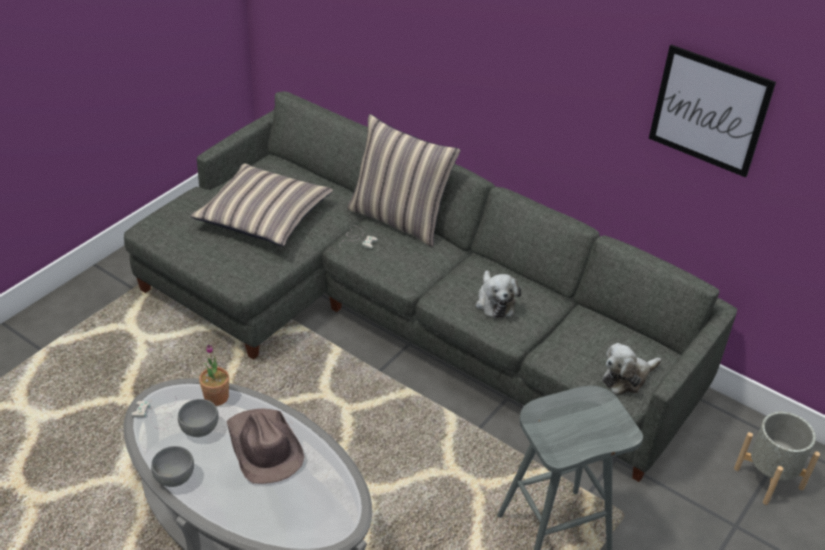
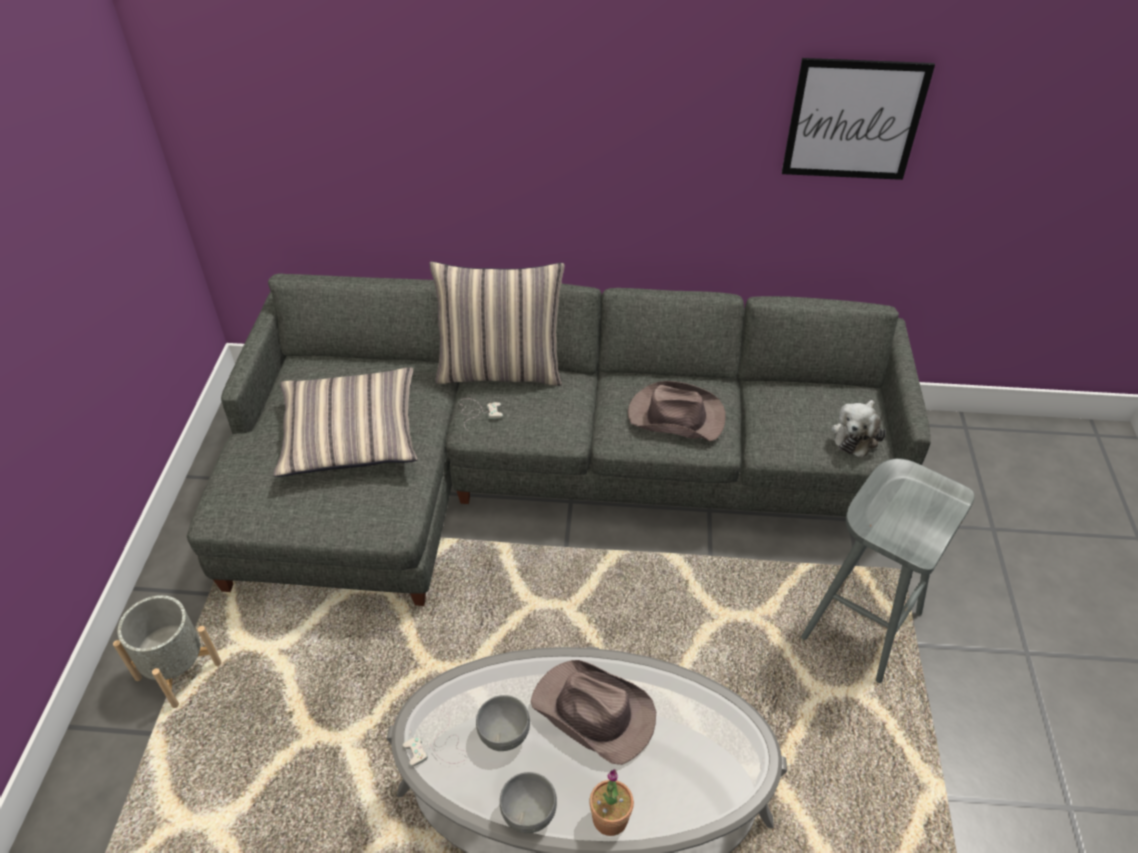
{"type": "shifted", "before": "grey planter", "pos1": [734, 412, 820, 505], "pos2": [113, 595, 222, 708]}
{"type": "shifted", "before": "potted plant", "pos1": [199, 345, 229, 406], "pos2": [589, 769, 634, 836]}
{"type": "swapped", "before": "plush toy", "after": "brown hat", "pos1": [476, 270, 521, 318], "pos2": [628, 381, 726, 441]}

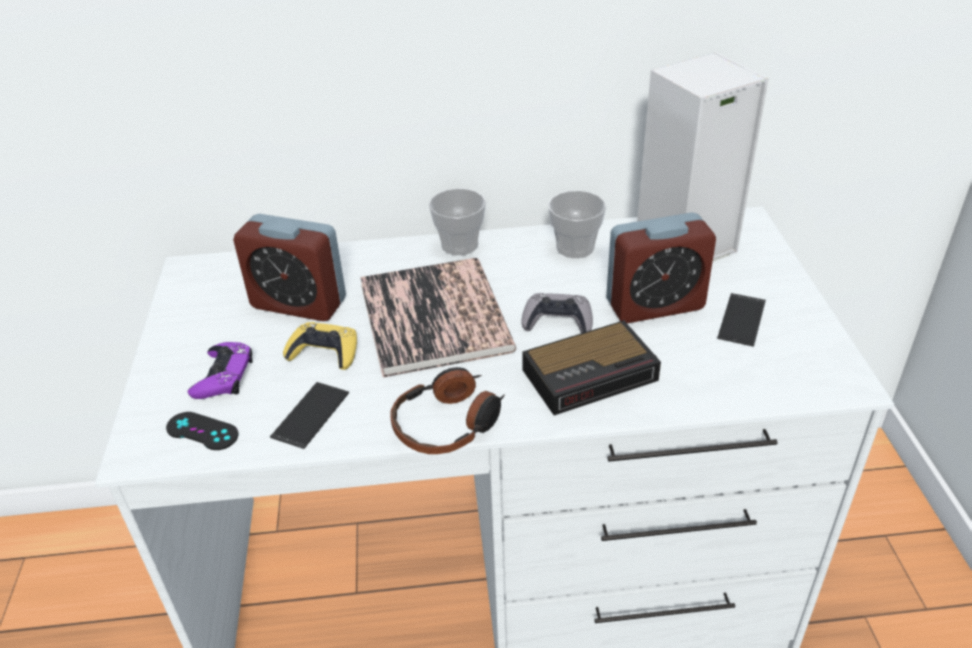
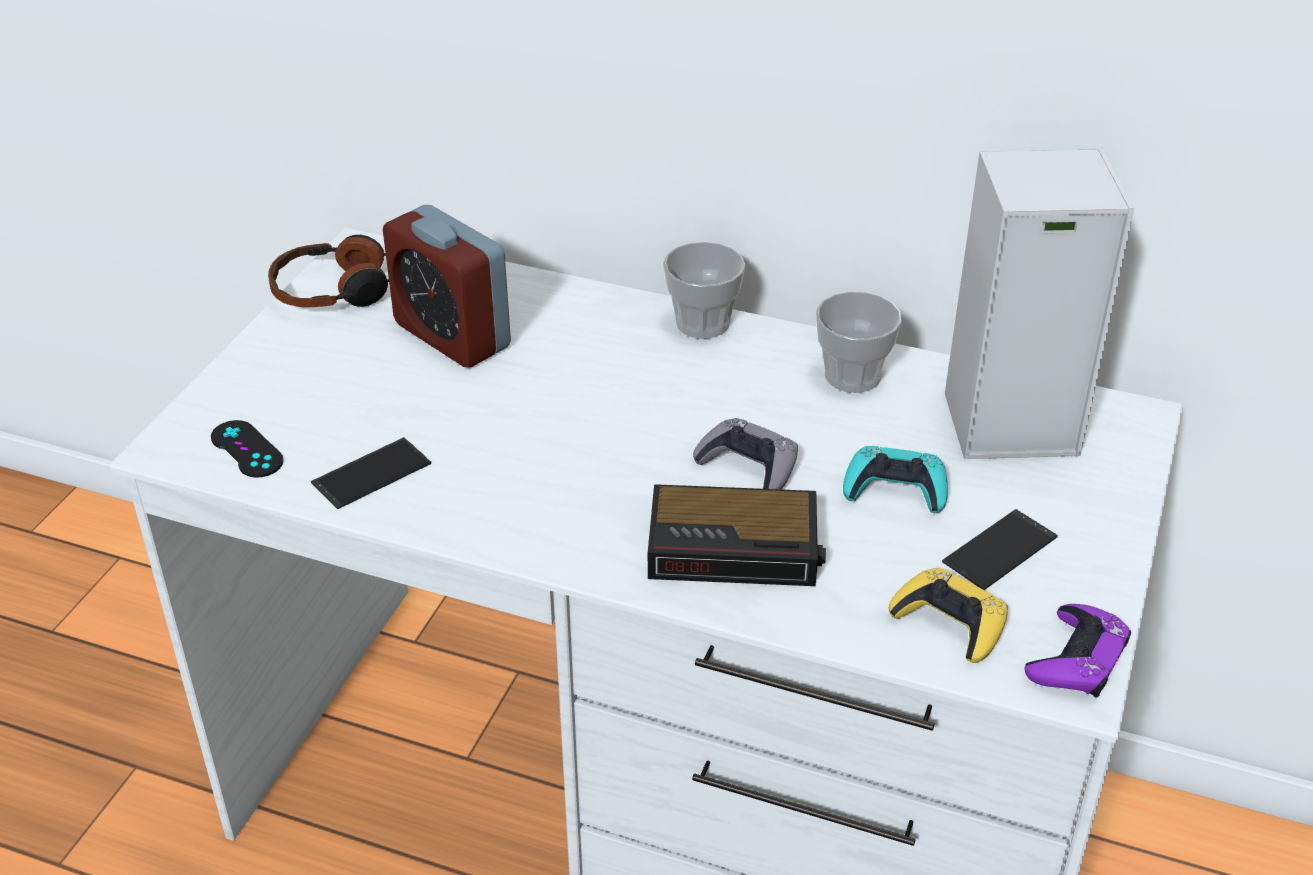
{"type": "shifted", "before": "headphones", "pos1": [391, 367, 505, 454], "pos2": [268, 235, 389, 307]}
{"type": "swapped", "before": "alarm clock", "after": "turquoise game controller", "pos1": [606, 212, 716, 323], "pos2": [843, 446, 948, 513]}
{"type": "shifted", "before": "yellow game controller", "pos1": [283, 322, 357, 370], "pos2": [889, 568, 1008, 663]}
{"type": "shifted", "before": "purple game controller", "pos1": [187, 342, 253, 399], "pos2": [1024, 604, 1131, 698]}
{"type": "gone", "before": "book", "pos1": [360, 258, 516, 377]}

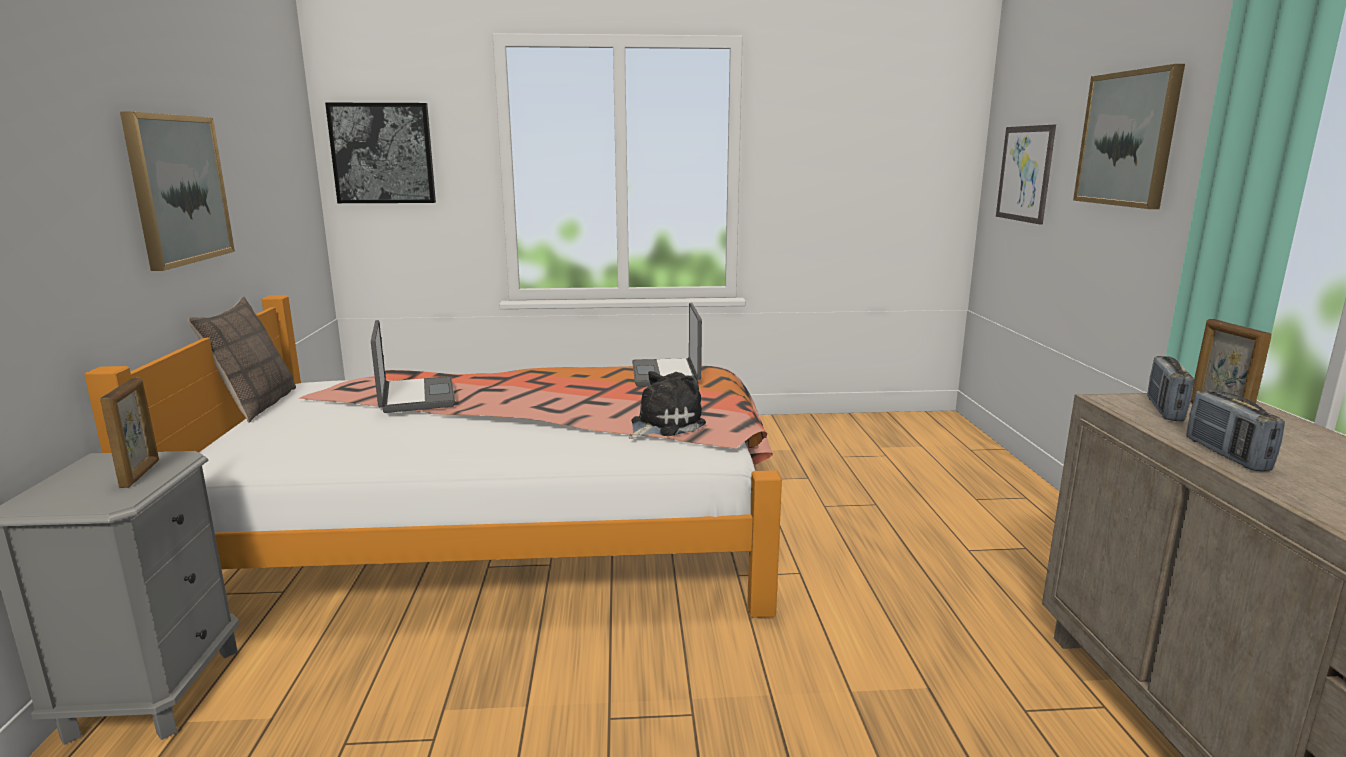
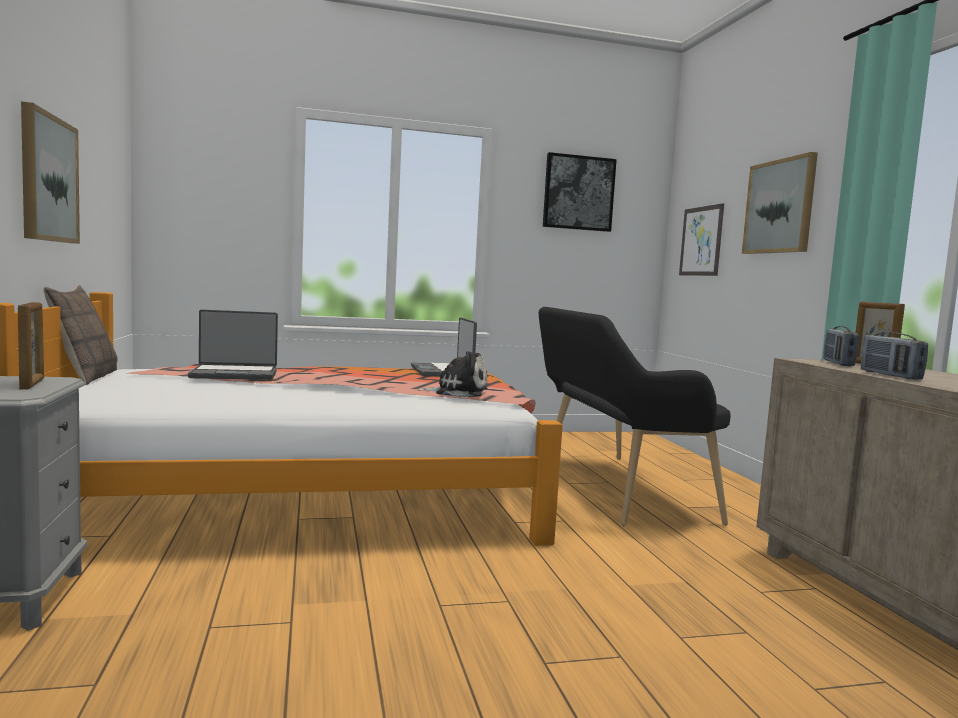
{"type": "rotated", "before": "laptop", "pos1": [371, 320, 455, 413], "pos2": [188, 310, 278, 380], "turn": 105}
{"type": "rotated", "before": "plush toy", "pos1": [629, 371, 706, 439], "pos2": [418, 351, 488, 398], "turn": 60}
{"type": "new", "after": "black bench", "pos2": [539, 307, 731, 526]}
{"type": "shifted", "before": "picture", "pos1": [325, 103, 436, 203], "pos2": [543, 152, 617, 232]}

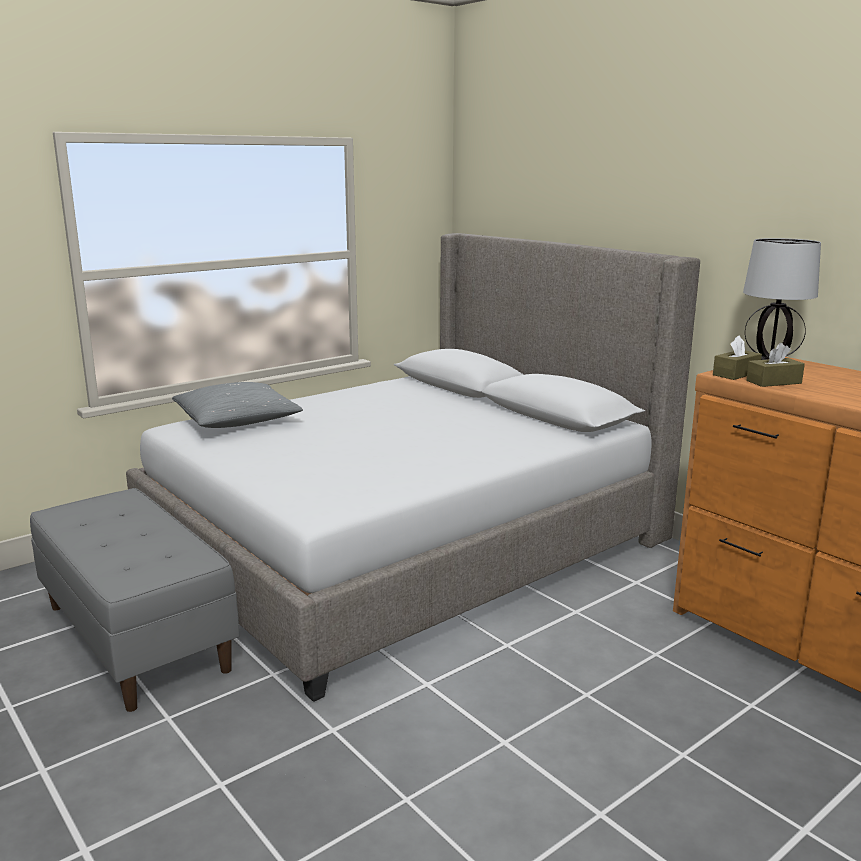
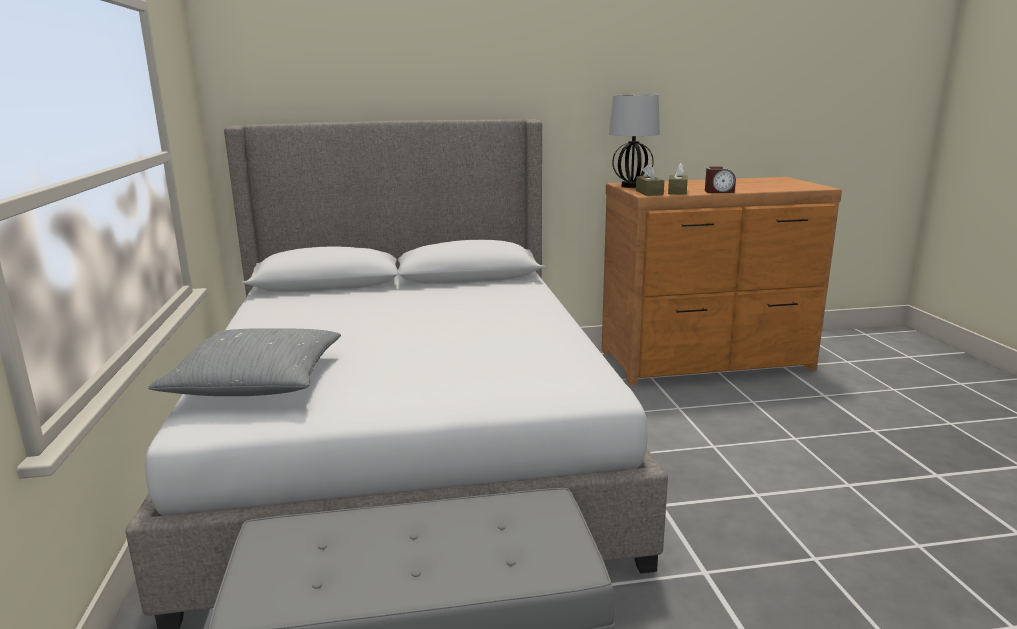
{"type": "new", "after": "alarm clock", "pos2": [705, 166, 736, 193]}

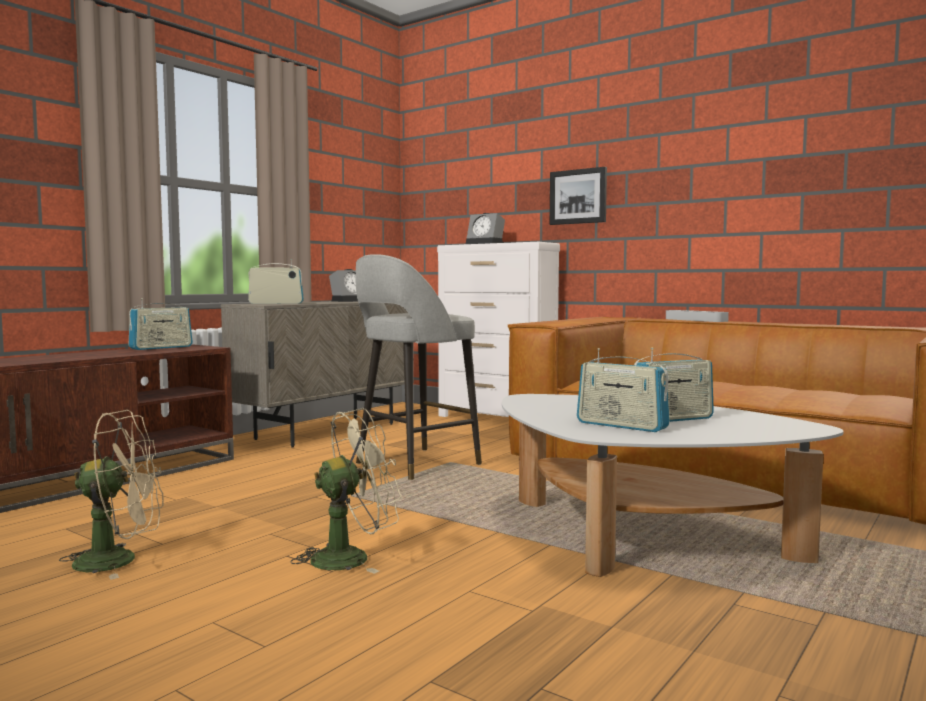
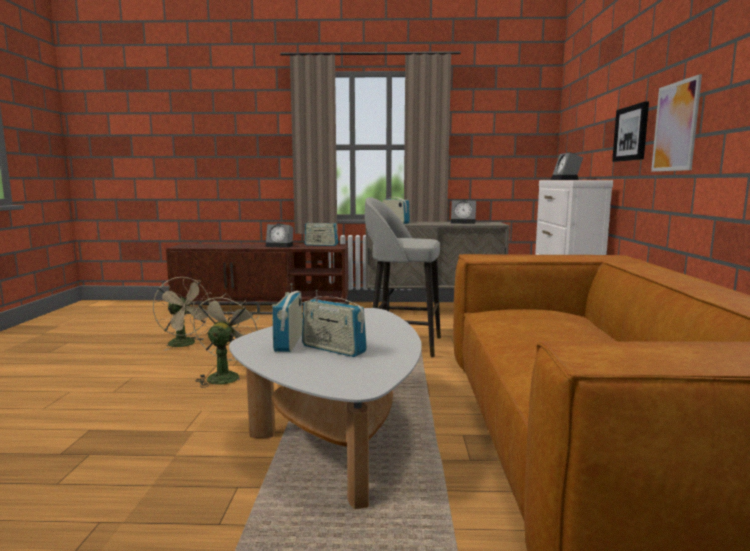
{"type": "rotated", "before": "beige fan", "pos1": [290, 408, 402, 574], "pos2": [193, 293, 259, 388], "turn": -105}
{"type": "new", "after": "alarm clock", "pos2": [266, 223, 293, 248]}
{"type": "new", "after": "picture", "pos2": [651, 74, 702, 172]}
{"type": "gone", "before": "grey tray", "pos1": [666, 310, 729, 322]}

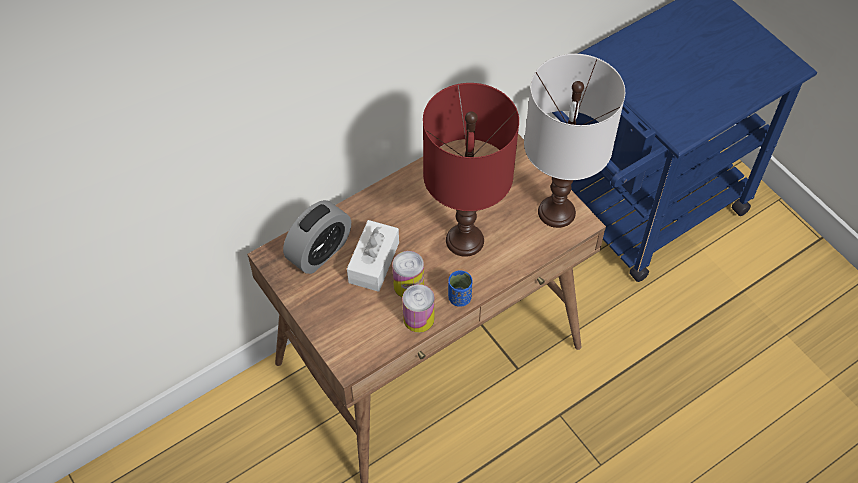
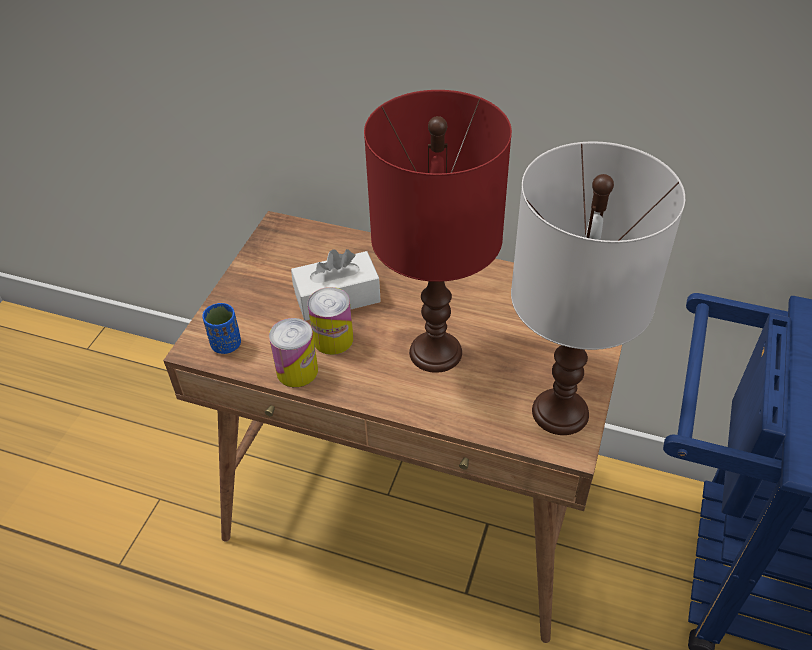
{"type": "shifted", "before": "blue cup", "pos1": [448, 271, 473, 307], "pos2": [202, 303, 241, 354]}
{"type": "gone", "before": "alarm clock", "pos1": [283, 200, 351, 274]}

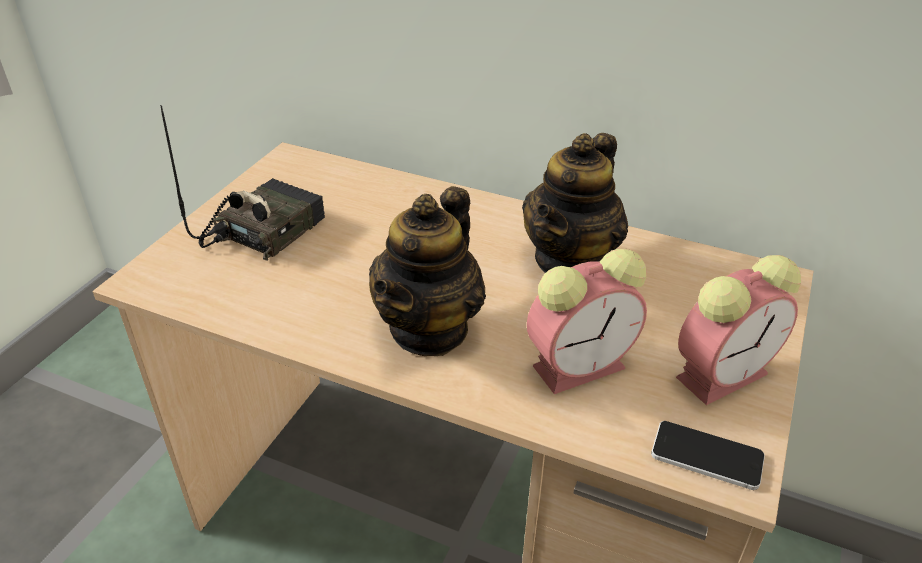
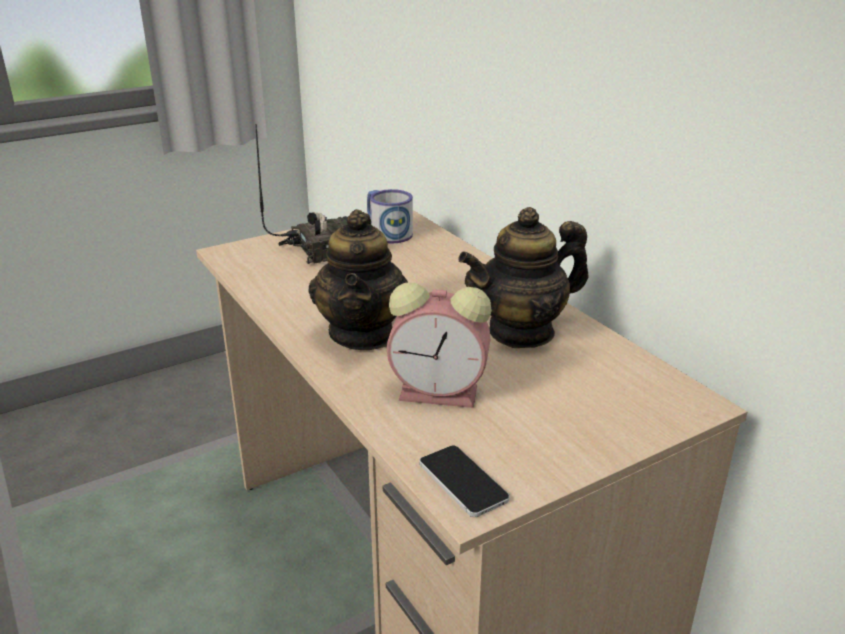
{"type": "rotated", "before": "teapot", "pos1": [369, 186, 486, 356], "pos2": [309, 209, 409, 350], "turn": -60}
{"type": "new", "after": "mug", "pos2": [367, 189, 413, 244]}
{"type": "gone", "before": "alarm clock", "pos1": [676, 255, 801, 405]}

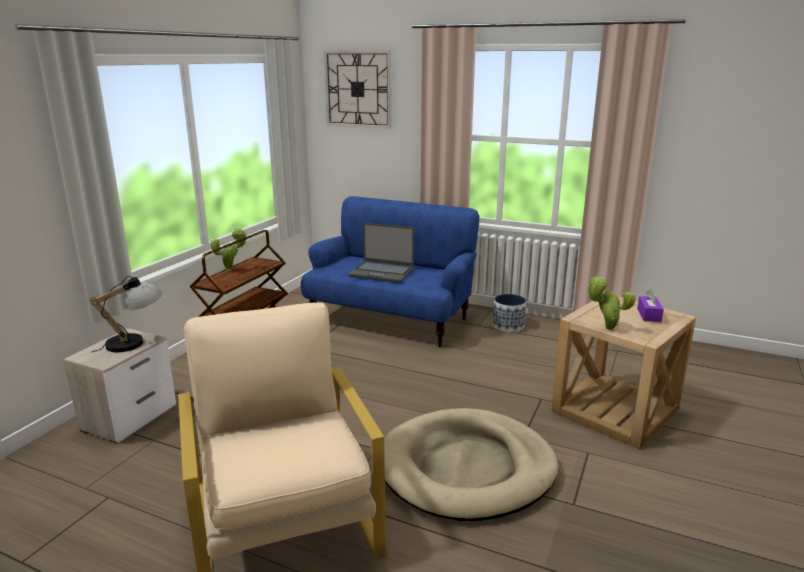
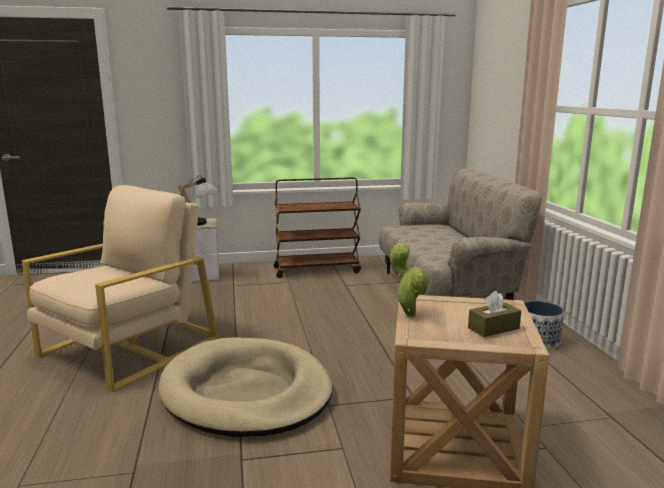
{"type": "repainted", "before": "blue sofa", "after": "beige sofa", "pos1": [301, 196, 479, 347], "pos2": [379, 168, 542, 300]}
{"type": "repainted", "before": "purple tissue box", "after": "brown tissue box", "pos1": [637, 289, 664, 322], "pos2": [468, 291, 521, 337]}
{"type": "gone", "before": "potted plant", "pos1": [211, 228, 247, 271]}
{"type": "gone", "before": "wall clock", "pos1": [324, 50, 391, 129]}
{"type": "gone", "before": "laptop", "pos1": [348, 223, 414, 283]}

